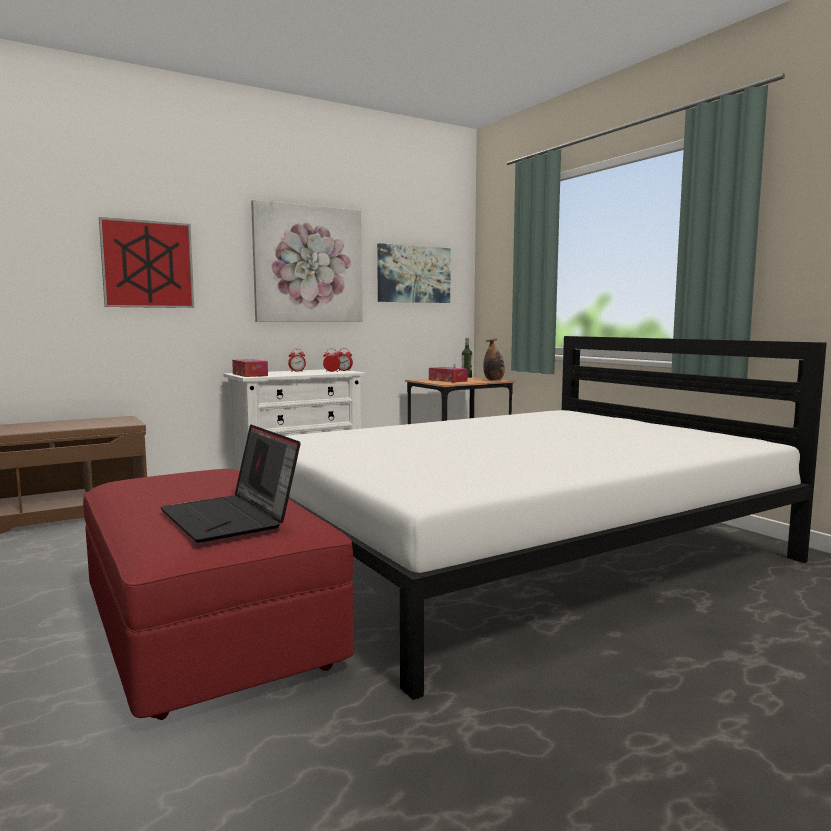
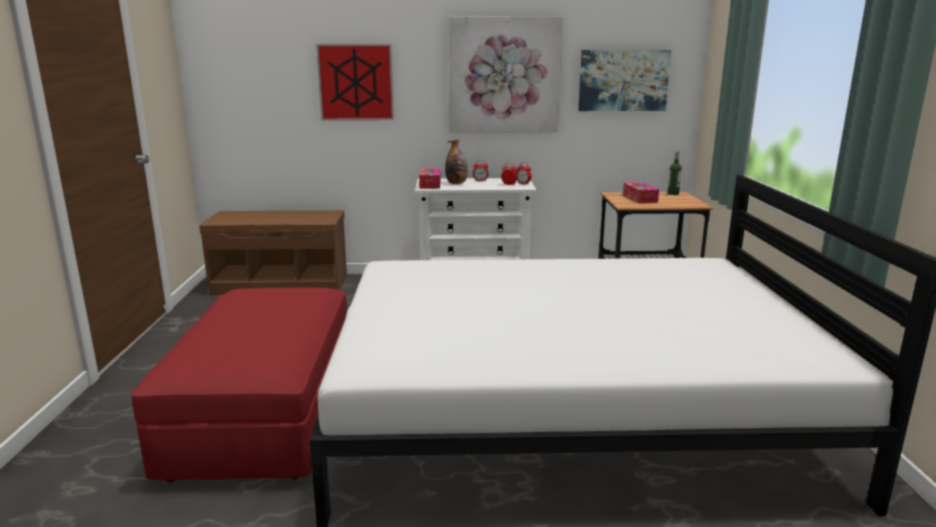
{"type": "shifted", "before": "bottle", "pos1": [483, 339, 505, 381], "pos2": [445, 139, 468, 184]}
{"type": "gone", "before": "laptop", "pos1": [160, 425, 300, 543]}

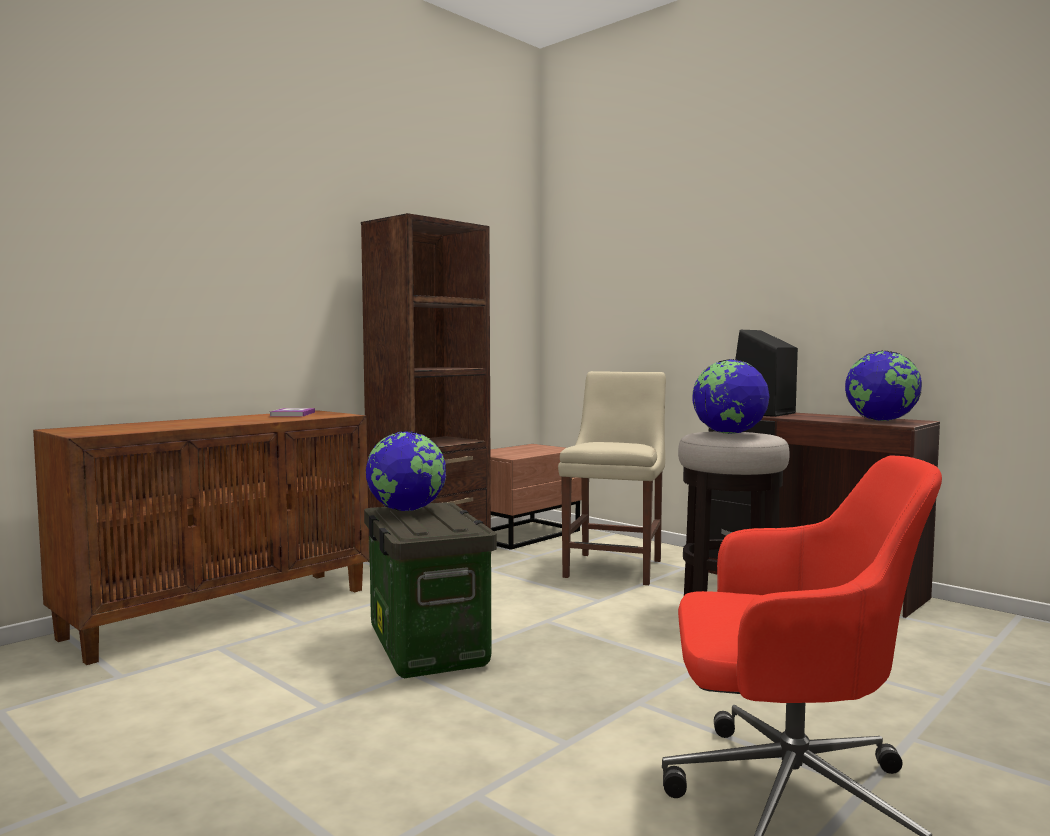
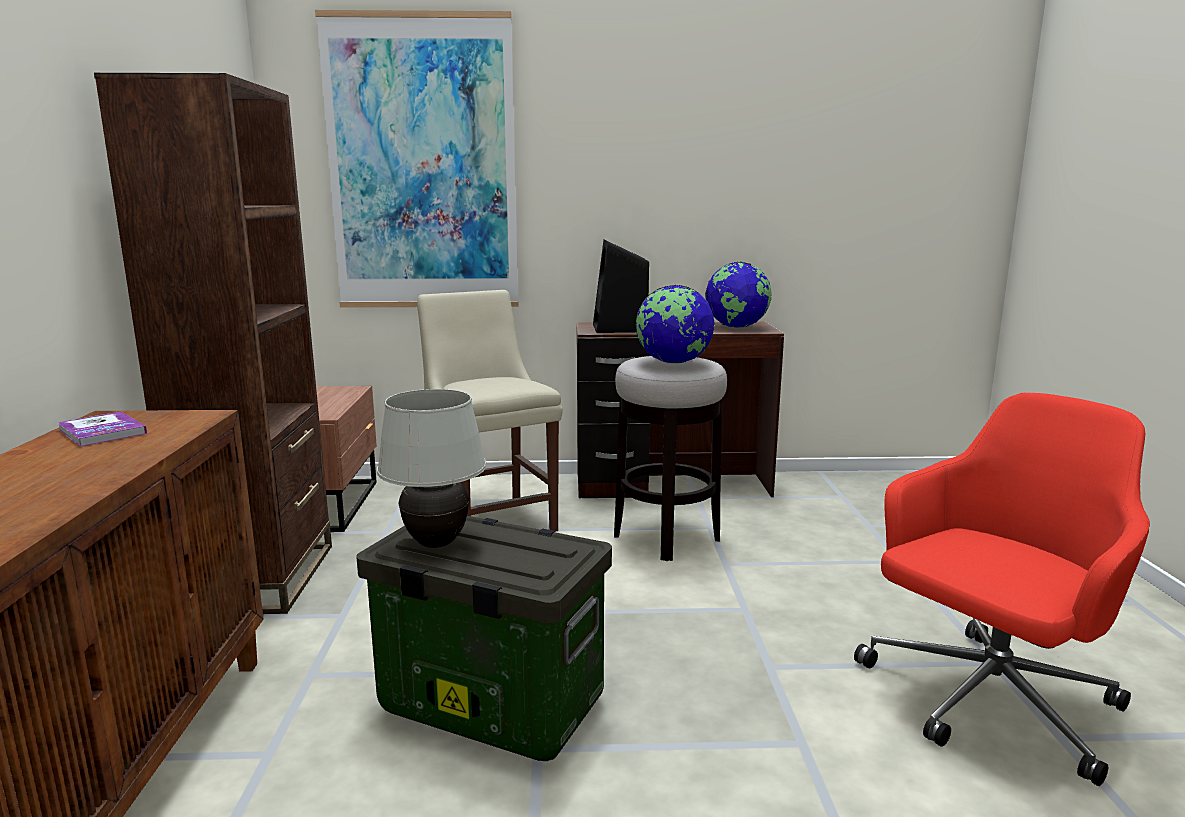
{"type": "new", "after": "picture", "pos2": [315, 10, 519, 307]}
{"type": "swapped", "before": "globe", "after": "white table lamp", "pos1": [366, 431, 446, 511], "pos2": [377, 389, 486, 548]}

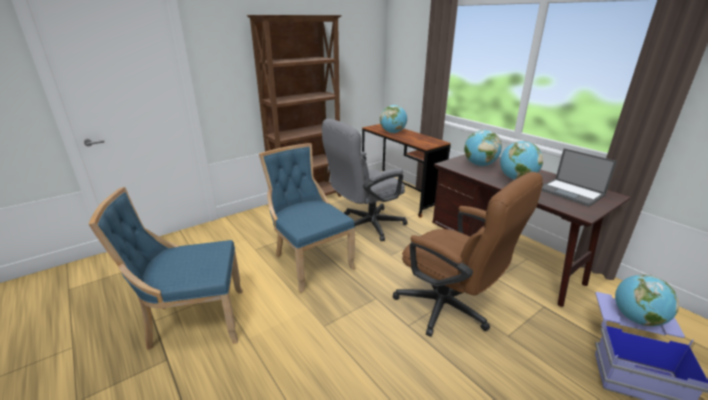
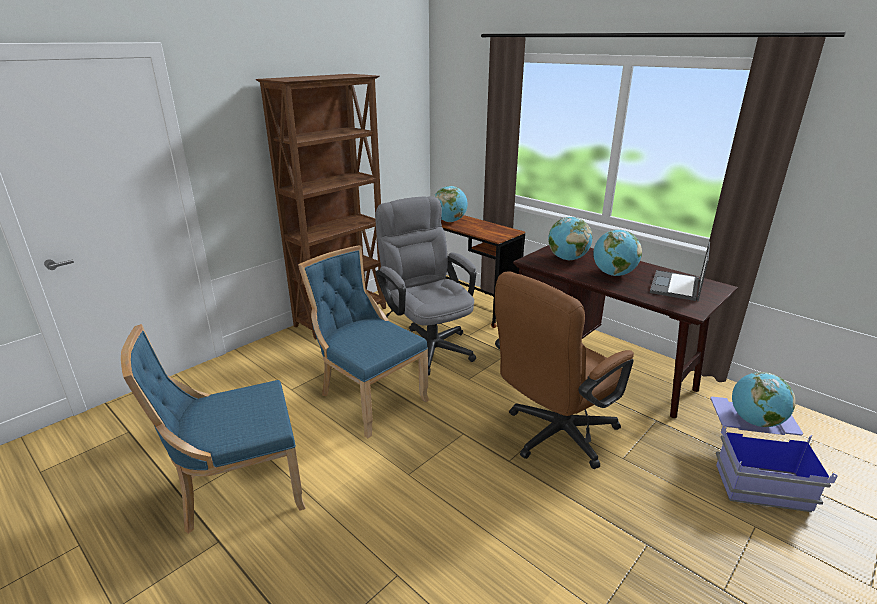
{"type": "rotated", "before": "grey office chair", "pos1": [322, 119, 408, 241], "pos2": [375, 196, 476, 375], "turn": 105}
{"type": "rotated", "before": "brown office chair", "pos1": [393, 172, 543, 337], "pos2": [495, 271, 634, 469], "turn": 105}
{"type": "rotated", "before": "laptop", "pos1": [541, 148, 617, 207], "pos2": [650, 242, 710, 301], "turn": 75}

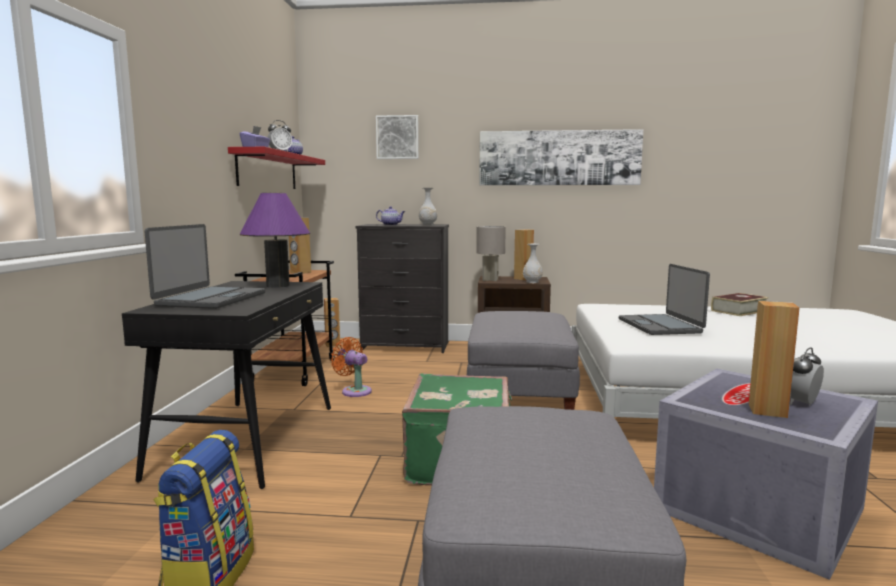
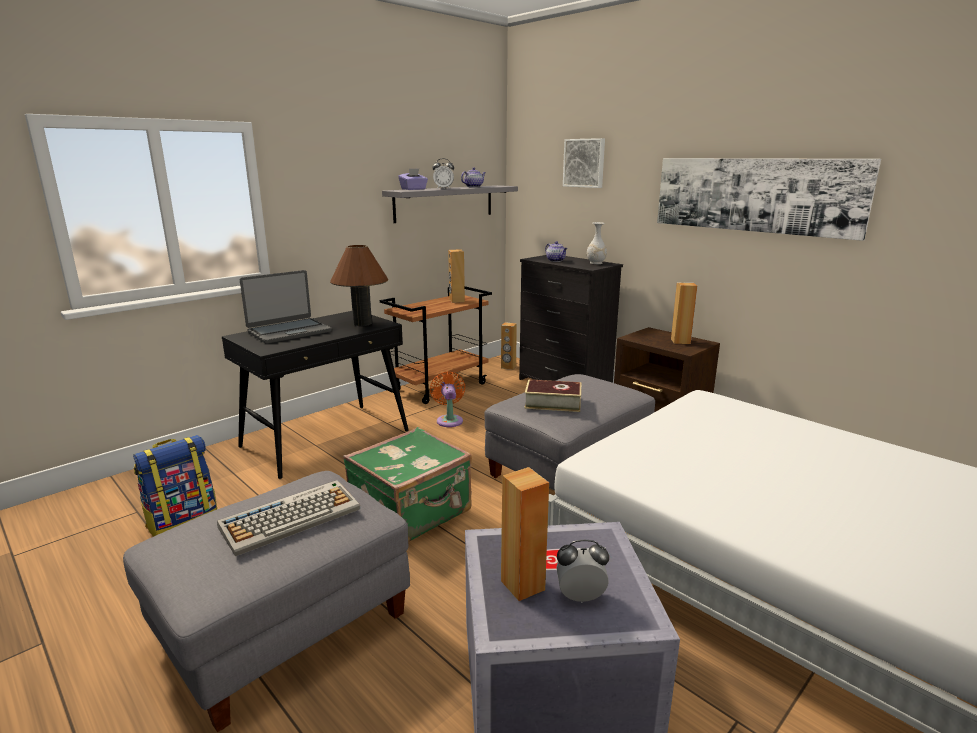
{"type": "new", "after": "keyboard", "pos2": [217, 480, 360, 557]}
{"type": "repainted", "before": "purple table lamp", "after": "brown table lamp", "pos1": [240, 193, 310, 288], "pos2": [330, 245, 388, 326]}
{"type": "repainted", "before": "red shelf", "after": "grey shelf", "pos1": [228, 147, 325, 189], "pos2": [382, 185, 518, 223]}
{"type": "shifted", "before": "book", "pos1": [711, 293, 769, 316], "pos2": [524, 379, 581, 412]}
{"type": "gone", "before": "grey table lamp", "pos1": [476, 226, 506, 281]}
{"type": "gone", "before": "white vase", "pos1": [523, 244, 543, 283]}
{"type": "gone", "before": "laptop", "pos1": [619, 264, 710, 335]}

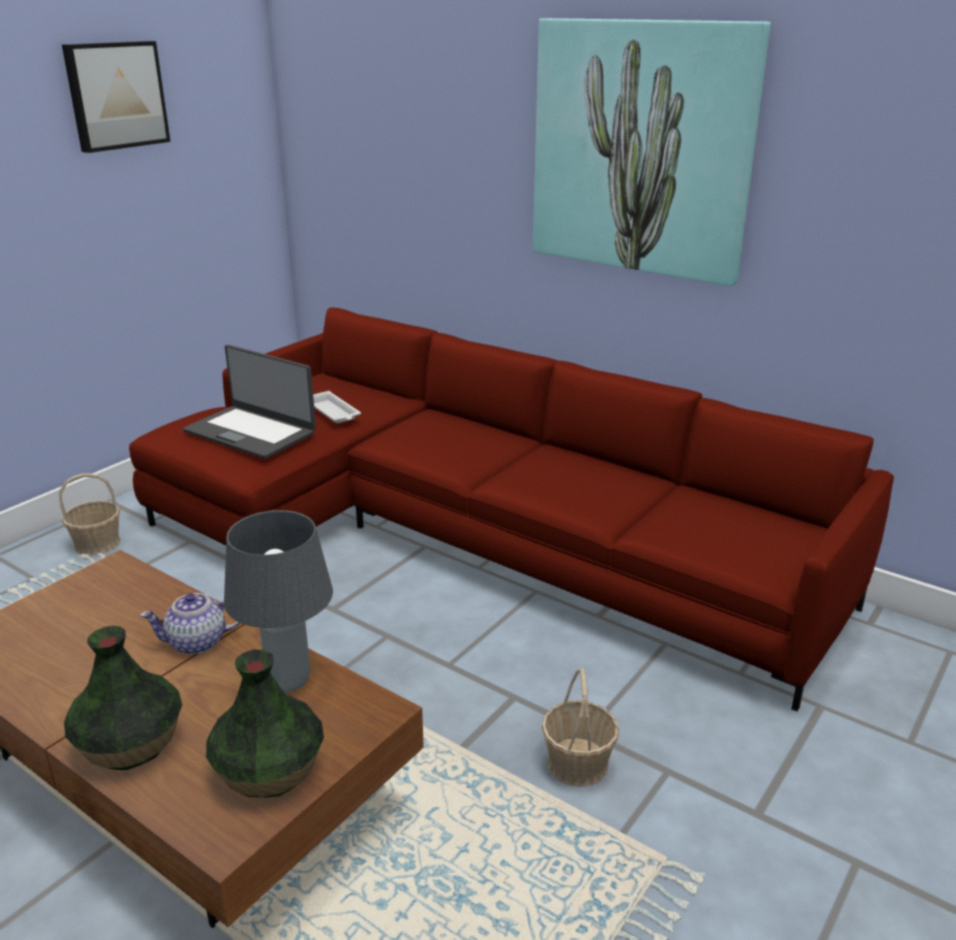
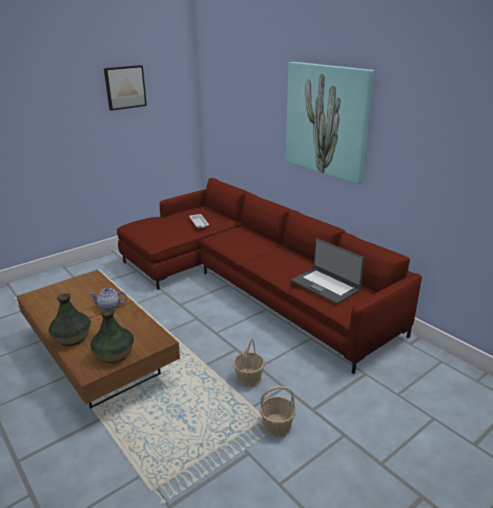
{"type": "shifted", "before": "basket", "pos1": [59, 473, 121, 556], "pos2": [260, 386, 296, 438]}
{"type": "shifted", "before": "laptop", "pos1": [183, 345, 316, 459], "pos2": [291, 238, 364, 304]}
{"type": "gone", "before": "grey table lamp", "pos1": [224, 510, 333, 692]}

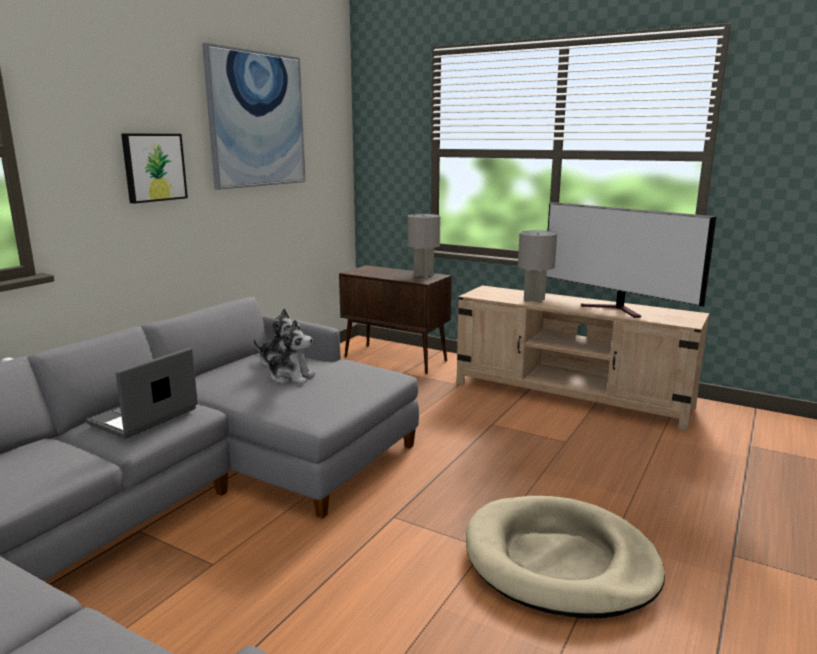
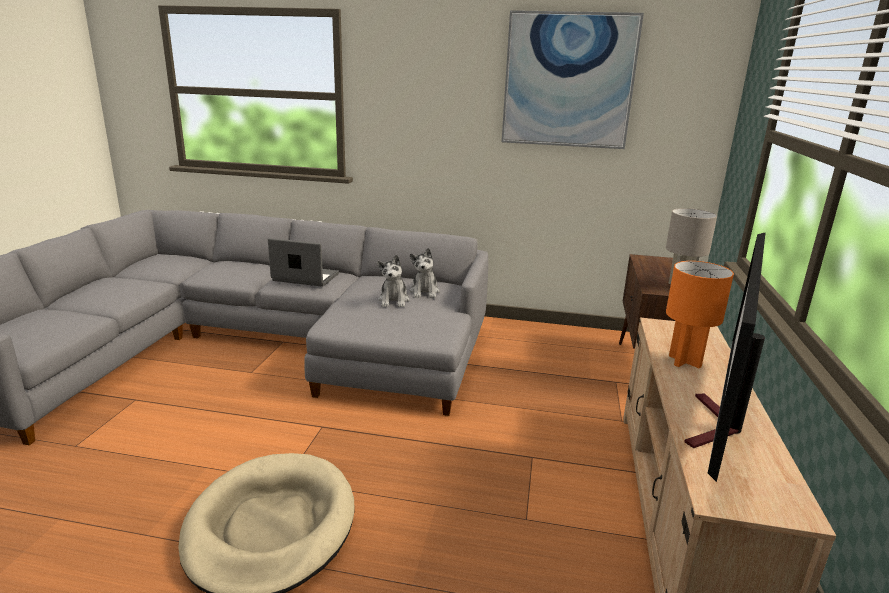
{"type": "repainted", "before": "grey table lamp", "after": "orange table lamp", "pos1": [518, 230, 557, 303], "pos2": [666, 261, 734, 368]}
{"type": "gone", "before": "picture", "pos1": [121, 133, 188, 204]}

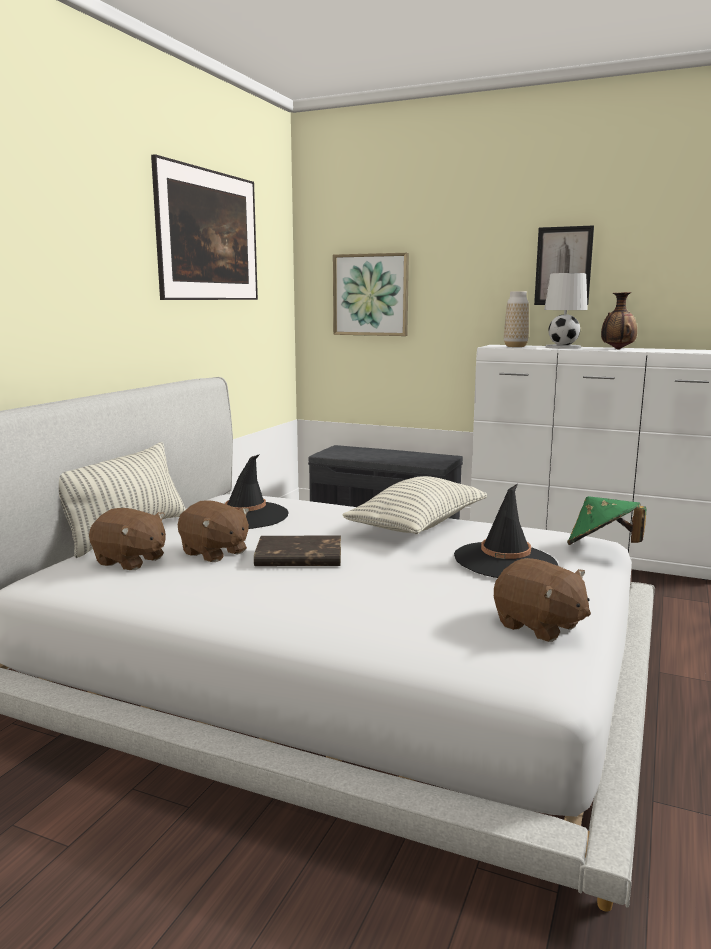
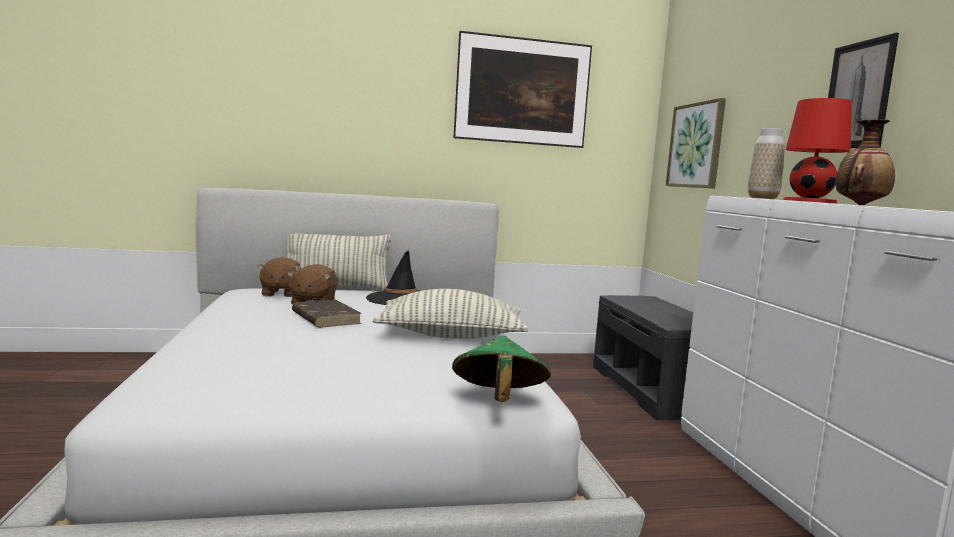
{"type": "repainted", "before": "white table lamp", "after": "red table lamp", "pos1": [544, 273, 588, 349], "pos2": [783, 98, 852, 203]}
{"type": "gone", "before": "black hat", "pos1": [454, 484, 558, 578]}
{"type": "gone", "before": "brown plush toy", "pos1": [494, 558, 591, 642]}

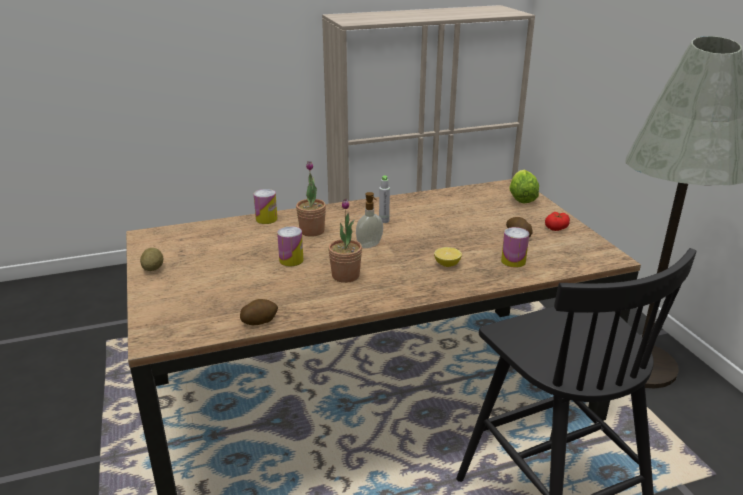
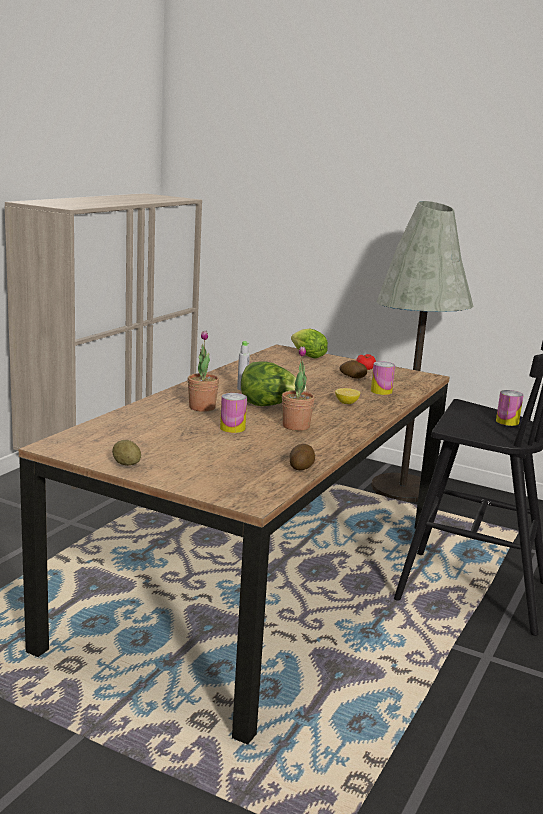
{"type": "swapped", "before": "soap dispenser", "after": "lettuce", "pos1": [356, 192, 383, 248], "pos2": [241, 362, 306, 406]}
{"type": "shifted", "before": "can", "pos1": [254, 189, 277, 224], "pos2": [496, 390, 523, 426]}

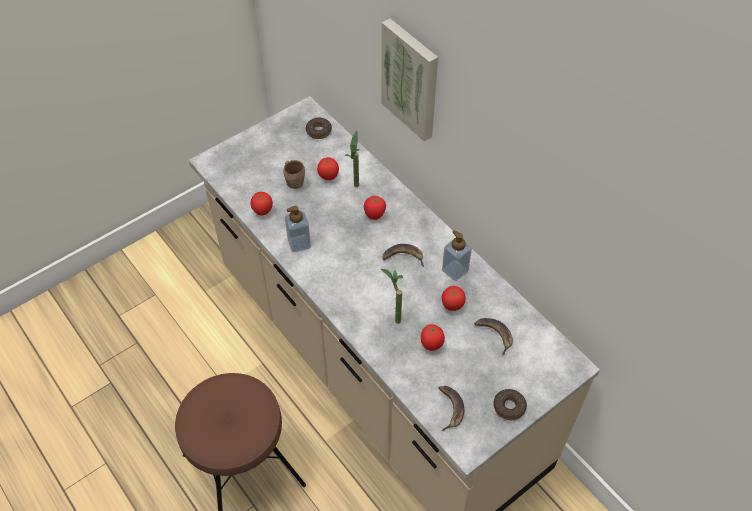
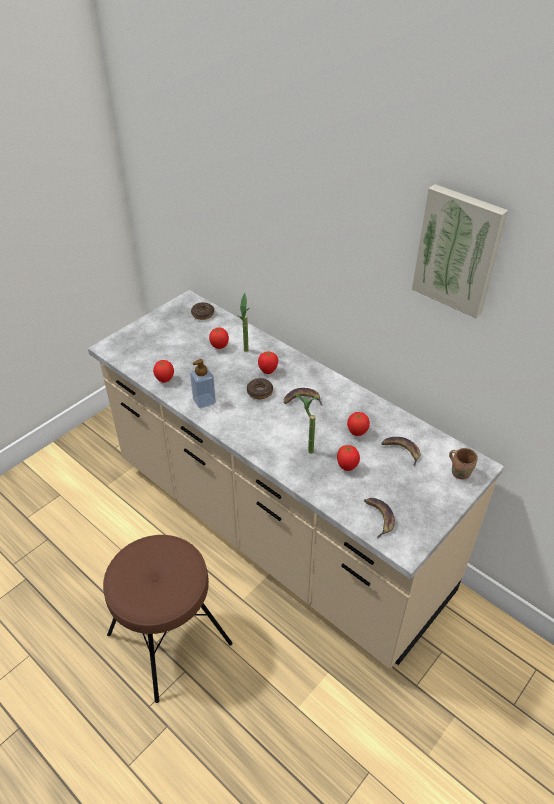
{"type": "shifted", "before": "donut", "pos1": [493, 389, 527, 420], "pos2": [247, 378, 273, 399]}
{"type": "shifted", "before": "picture", "pos1": [381, 18, 438, 142], "pos2": [412, 184, 508, 318]}
{"type": "shifted", "before": "brown mug", "pos1": [284, 160, 305, 189], "pos2": [449, 448, 478, 480]}
{"type": "gone", "before": "soap dispenser", "pos1": [442, 230, 472, 281]}

